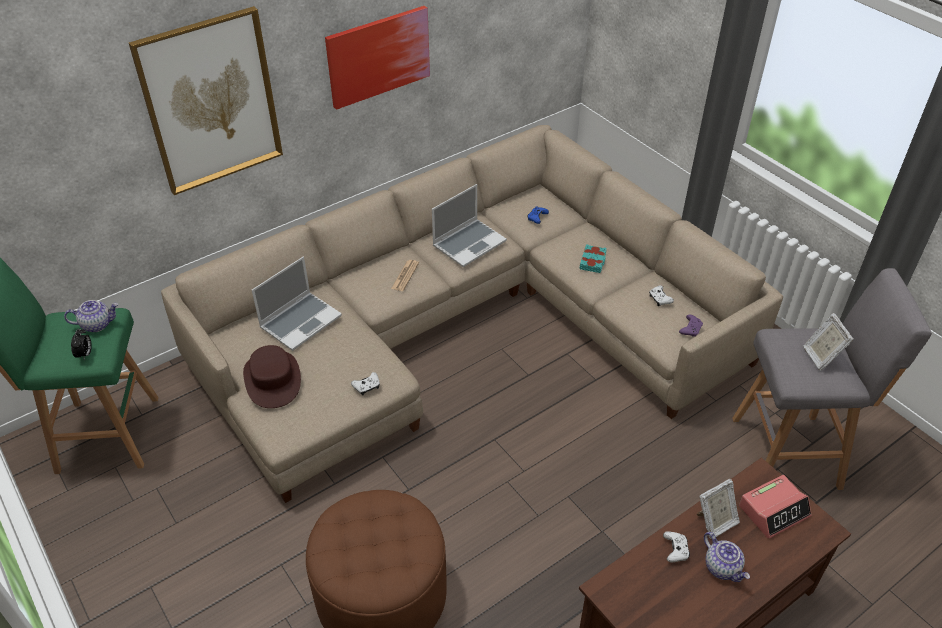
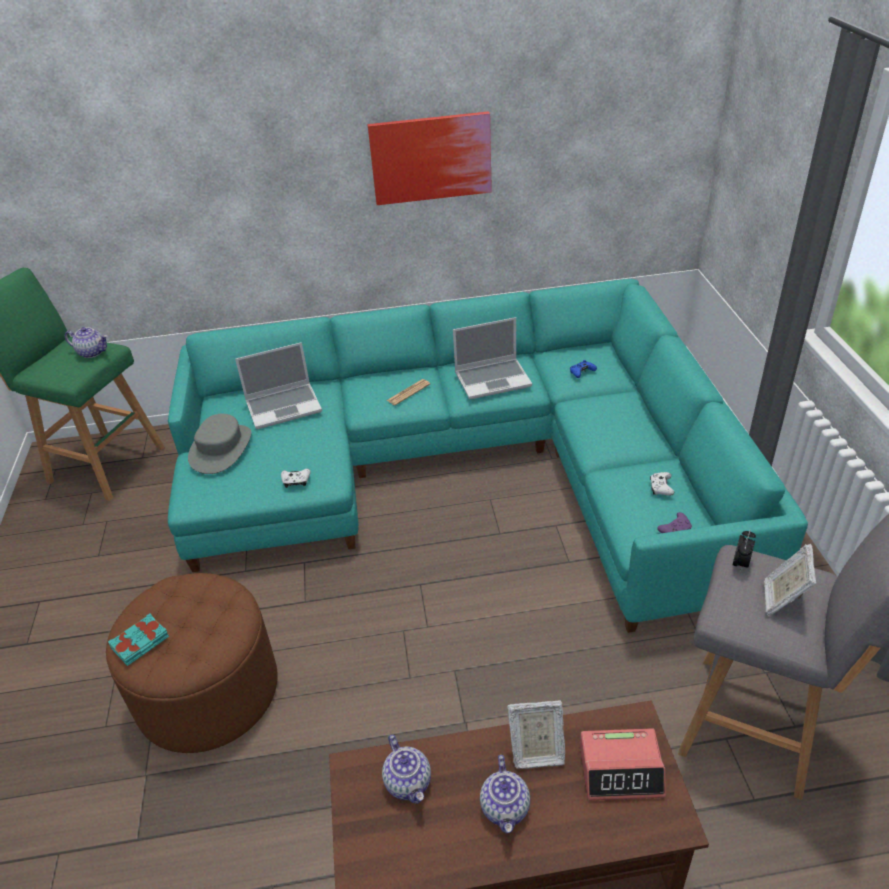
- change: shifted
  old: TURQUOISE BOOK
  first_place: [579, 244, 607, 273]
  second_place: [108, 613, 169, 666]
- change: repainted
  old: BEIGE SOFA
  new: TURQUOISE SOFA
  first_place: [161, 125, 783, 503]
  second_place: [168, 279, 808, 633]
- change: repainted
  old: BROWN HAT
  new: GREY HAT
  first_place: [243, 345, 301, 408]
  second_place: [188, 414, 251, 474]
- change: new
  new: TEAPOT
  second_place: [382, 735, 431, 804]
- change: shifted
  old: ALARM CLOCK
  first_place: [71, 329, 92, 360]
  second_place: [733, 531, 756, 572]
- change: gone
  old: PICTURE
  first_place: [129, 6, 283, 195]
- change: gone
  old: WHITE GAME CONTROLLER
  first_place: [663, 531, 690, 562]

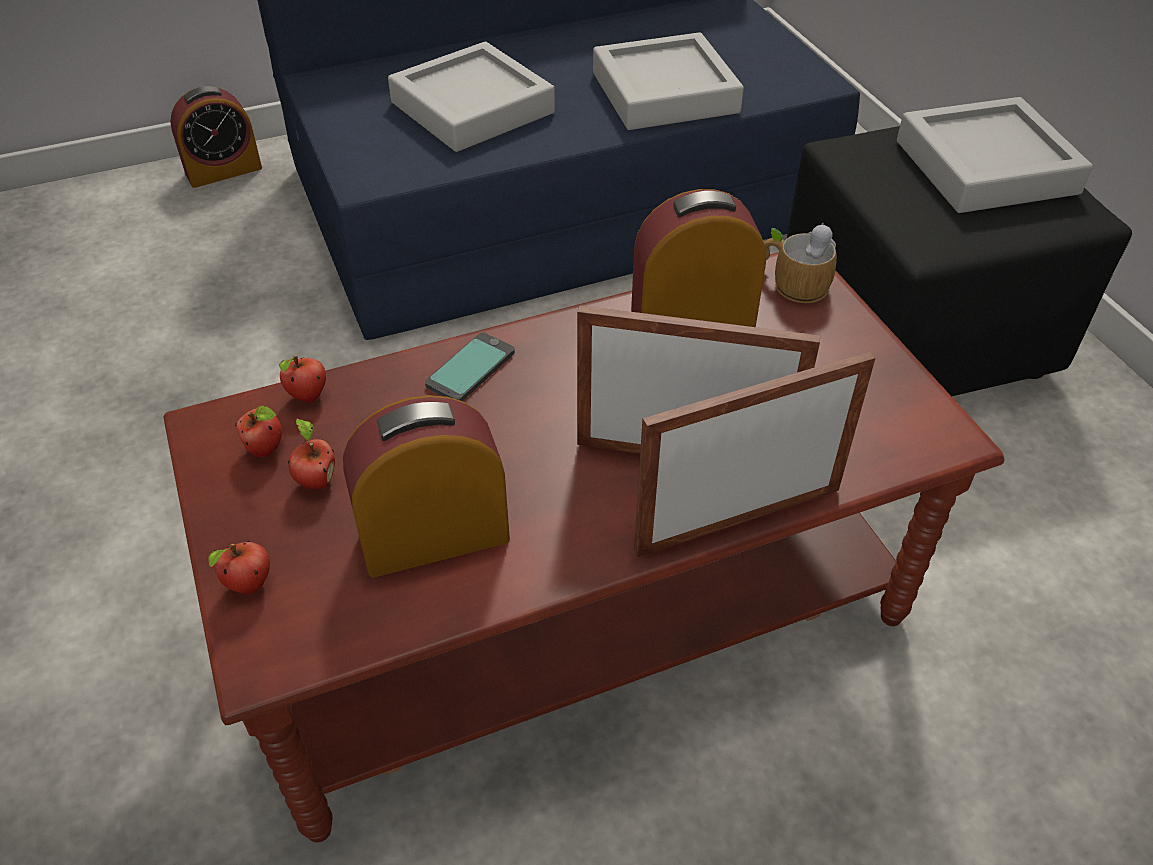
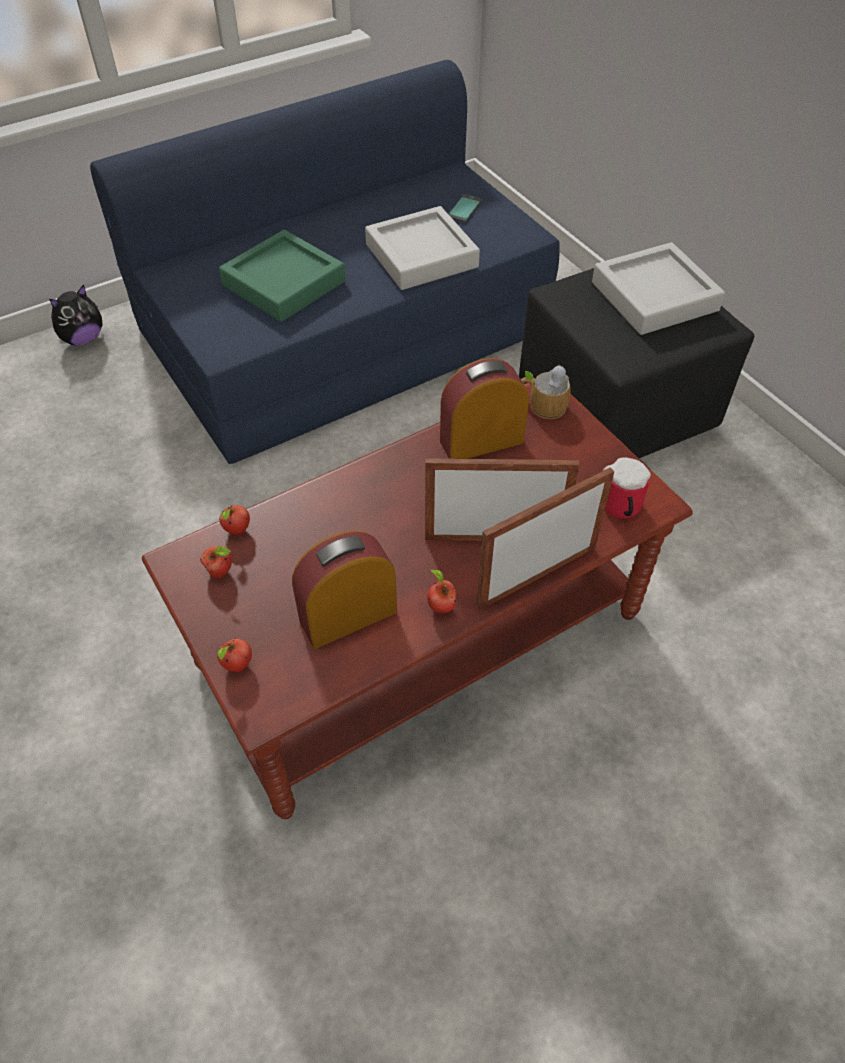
- change: swapped
  old: ALARM CLOCK
  new: PLUSH TOY
  first_place: [170, 86, 262, 188]
  second_place: [49, 285, 103, 345]
- change: repainted
  old: GREY TRAY
  new: GREEN TRAY
  first_place: [388, 42, 555, 152]
  second_place: [219, 230, 345, 322]
- change: shifted
  old: APPLE
  first_place: [288, 418, 335, 489]
  second_place: [427, 569, 456, 613]
- change: shifted
  old: PHONE
  first_place: [425, 332, 515, 401]
  second_place: [449, 194, 482, 223]
- change: new
  new: MUG
  second_place: [603, 457, 651, 519]

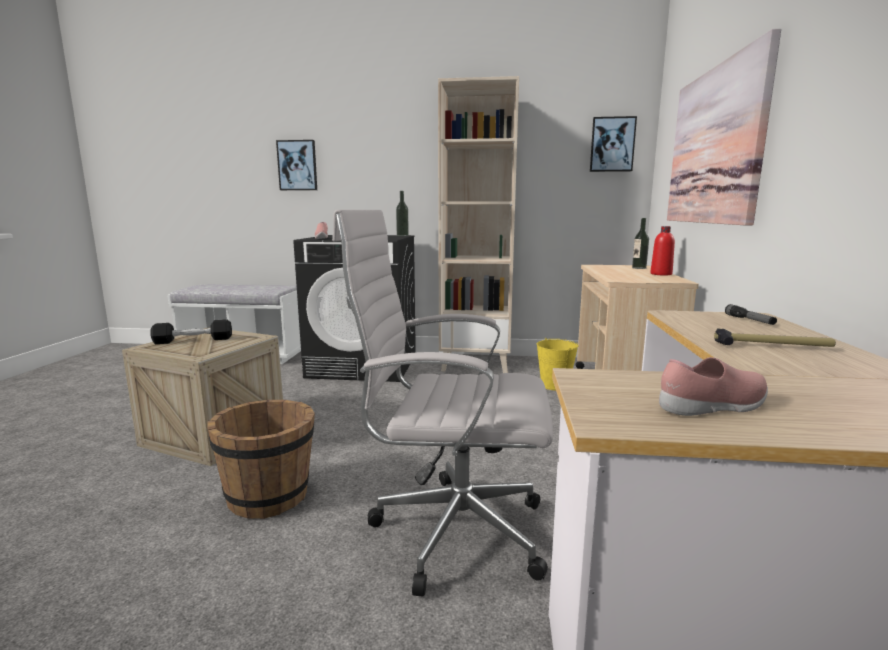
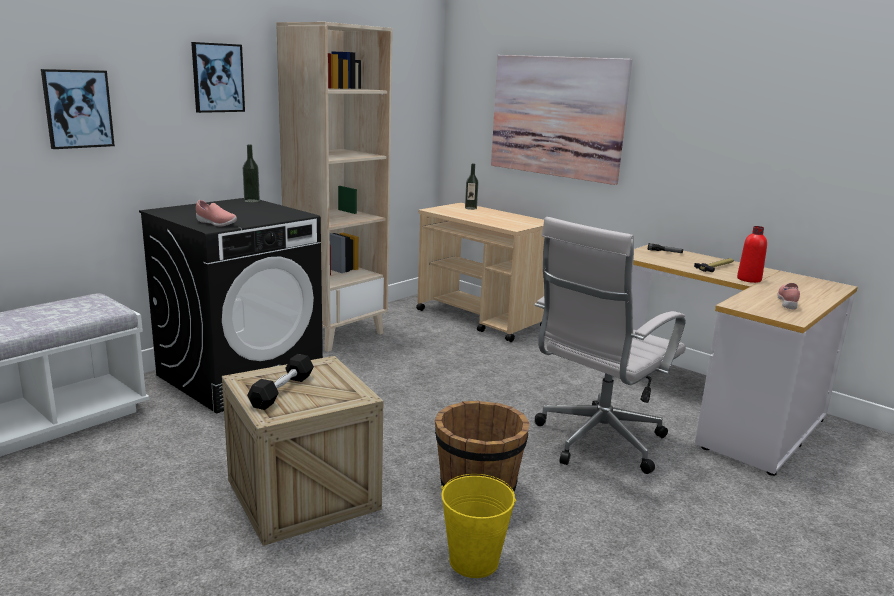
- change: shifted
  old: PICTURE
  first_place: [590, 116, 637, 172]
  second_place: [191, 42, 245, 113]
- change: shifted
  old: YELLOW BUCKET
  first_place: [537, 338, 579, 391]
  second_place: [441, 474, 516, 578]
- change: shifted
  old: RED BOTTLE
  first_place: [650, 226, 675, 275]
  second_place: [737, 226, 767, 283]

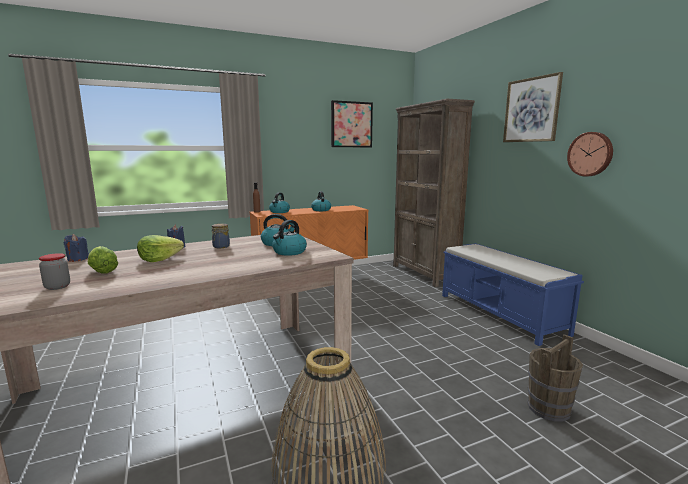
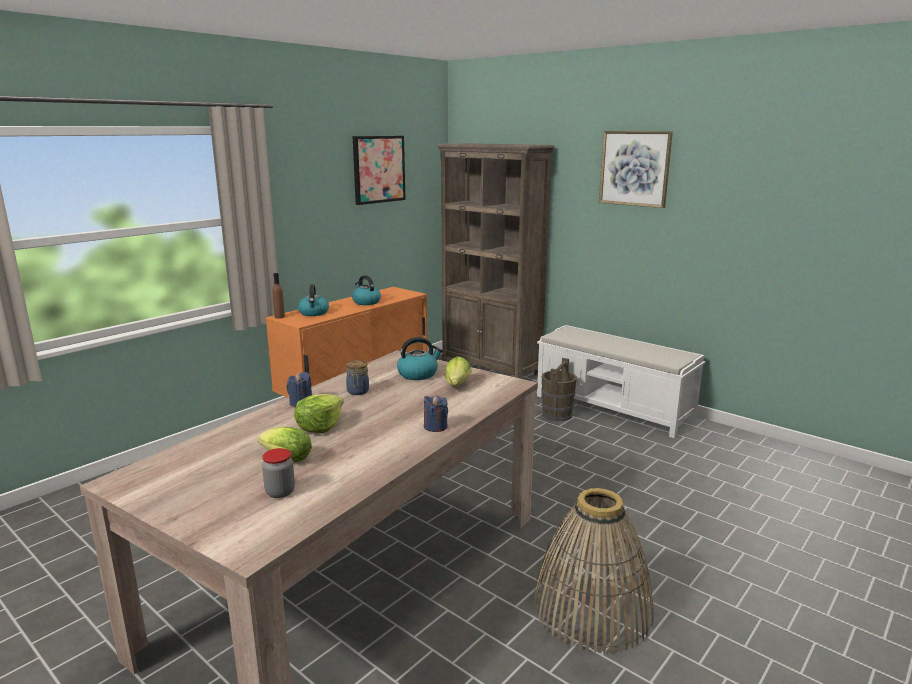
- change: shifted
  old: BLUE CANDLE
  first_place: [63, 234, 89, 262]
  second_place: [424, 395, 448, 432]
- change: swapped
  old: KETTLE
  new: LETTUCE
  first_place: [272, 220, 307, 256]
  second_place: [445, 356, 472, 387]
- change: repainted
  old: BLUE BENCH
  new: WHITE BENCH
  first_place: [442, 243, 584, 346]
  second_place: [537, 325, 705, 438]
- change: shifted
  old: BROWN BUCKET
  first_place: [527, 334, 583, 421]
  second_place: [542, 358, 577, 421]
- change: gone
  old: WALL CLOCK
  first_place: [567, 132, 613, 176]

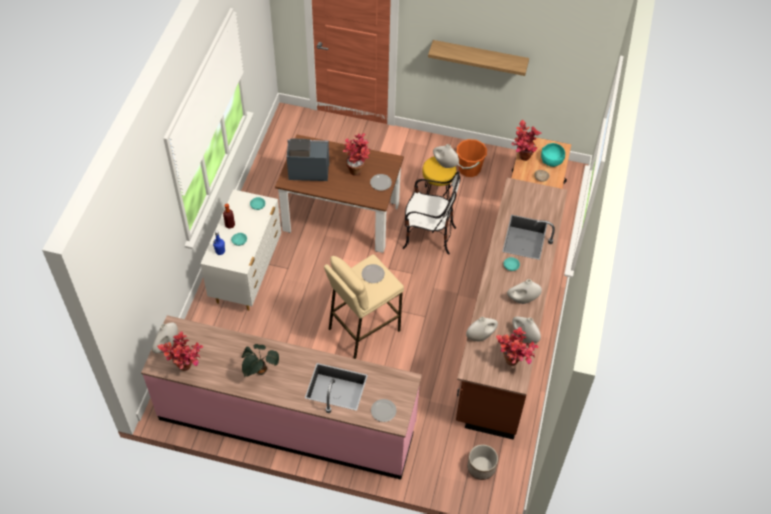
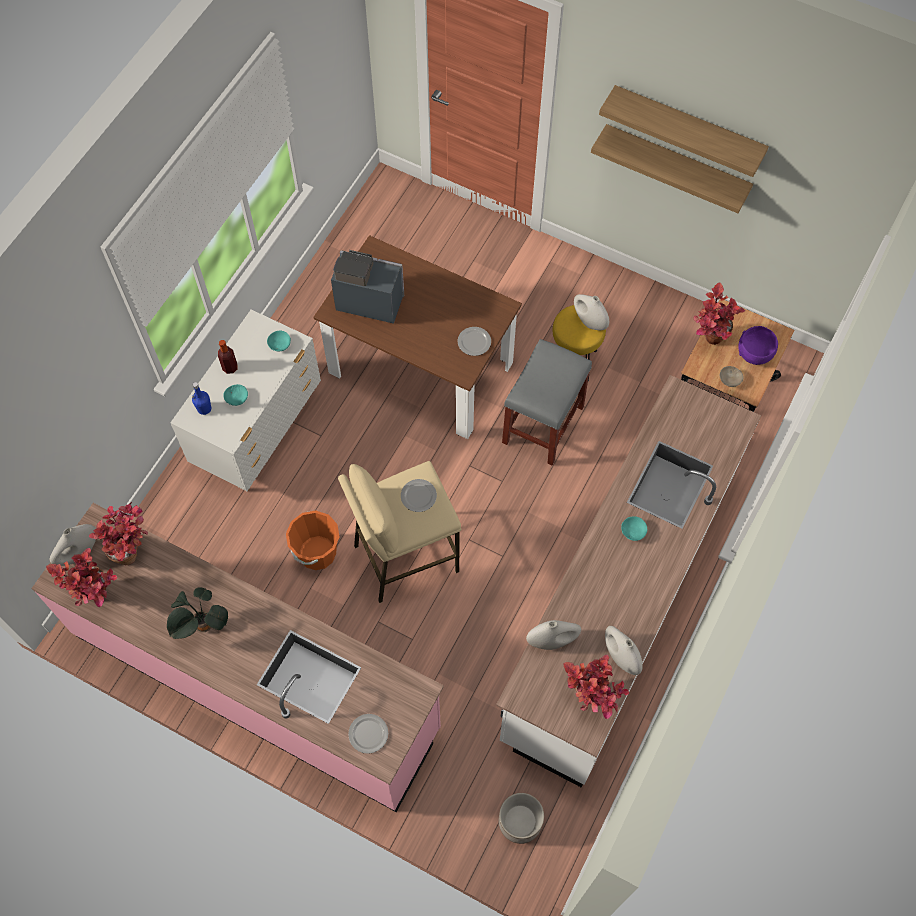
- change: shifted
  old: POTTED PLANT
  first_place: [343, 133, 371, 176]
  second_place: [88, 502, 148, 565]
- change: shifted
  old: ORANGE BUCKET
  first_place: [457, 139, 487, 177]
  second_place: [286, 511, 340, 570]
- change: repainted
  old: BROWN COUNTER
  new: WHITE COUNTER
  first_place: [456, 178, 568, 440]
  second_place: [496, 375, 761, 787]
- change: swapped
  old: CHAIR
  new: GREY STOOL
  first_place: [402, 171, 461, 254]
  second_place: [502, 339, 592, 466]
- change: new
  new: SHELF
  second_place: [599, 85, 769, 177]
- change: repainted
  old: TURQUOISE BOWL
  new: PURPLE BOWL
  first_place: [541, 143, 565, 167]
  second_place: [739, 326, 778, 365]
- change: gone
  old: WHITE VASE
  first_place: [507, 279, 542, 304]

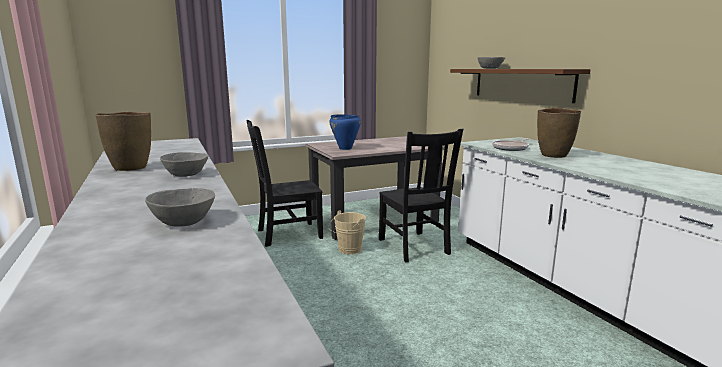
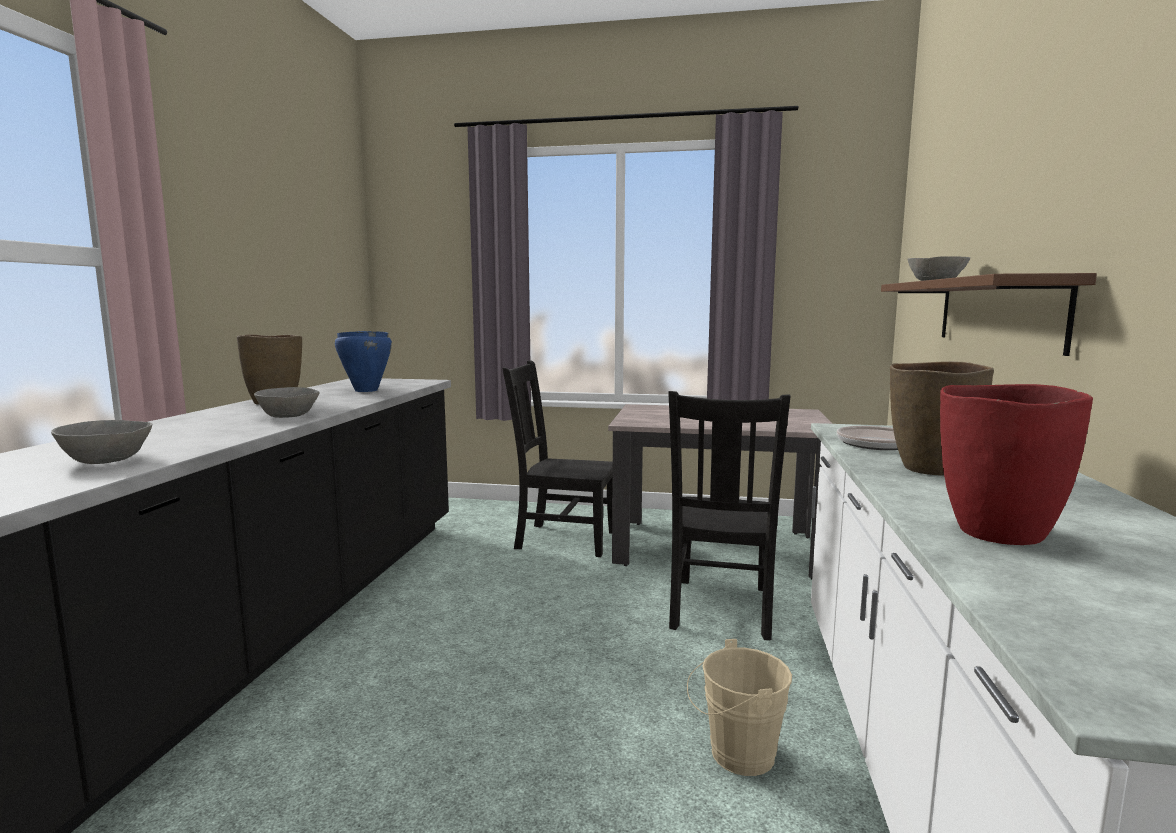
- change: shifted
  old: BLUE COOKING POT
  first_place: [329, 114, 361, 150]
  second_place: [335, 331, 392, 392]
- change: shifted
  old: BEIGE BUCKET
  first_place: [328, 210, 366, 254]
  second_place: [687, 639, 792, 776]
- change: new
  new: RED VASE
  second_place: [940, 384, 1093, 545]

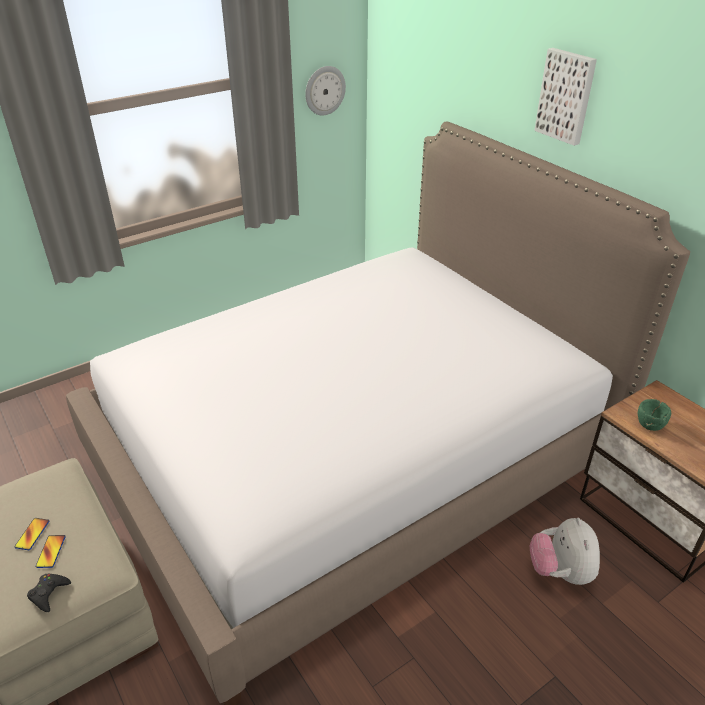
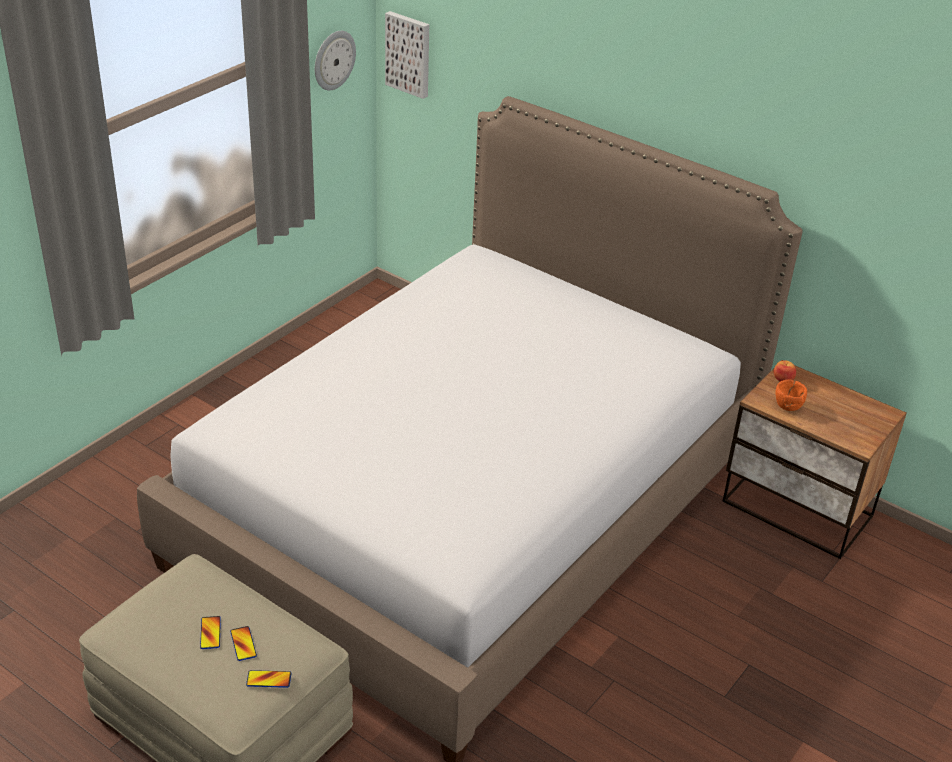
- change: swapped
  old: BLACK GAME CONTROLLER
  new: PHONE
  first_place: [27, 574, 71, 612]
  second_place: [246, 670, 291, 688]
- change: shifted
  old: PICTURE
  first_place: [534, 48, 597, 146]
  second_place: [385, 11, 429, 99]
- change: new
  new: APPLE
  second_place: [774, 360, 796, 381]
- change: repainted
  old: GREEN BOWL
  new: ORANGE BOWL
  first_place: [638, 399, 671, 431]
  second_place: [775, 379, 807, 411]
- change: gone
  old: PLUSH TOY
  first_place: [530, 518, 600, 585]

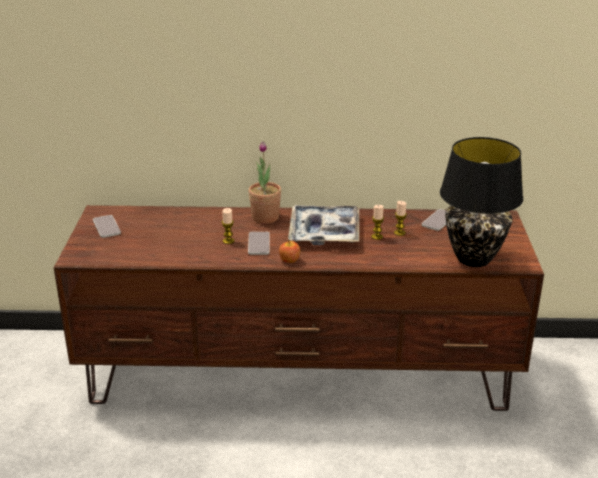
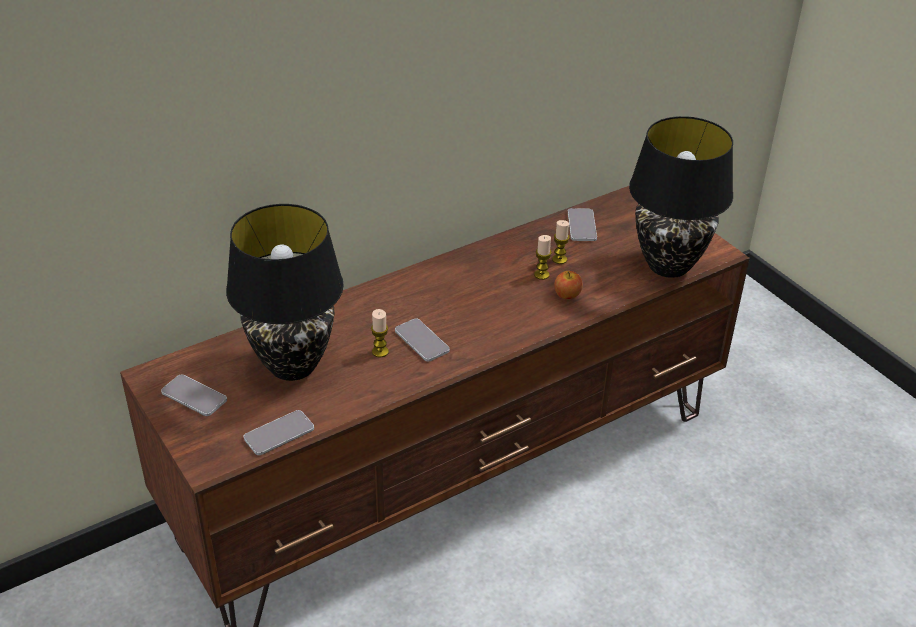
- change: new
  new: BLACK TABLE LAMP
  second_place: [226, 204, 344, 381]
- change: new
  new: PHONE
  second_place: [244, 410, 314, 455]
- change: shifted
  old: APPLE
  first_place: [279, 240, 300, 263]
  second_place: [554, 271, 583, 299]
- change: gone
  old: POTTED PLANT
  first_place: [248, 141, 281, 224]
- change: gone
  old: TRAY
  first_place: [288, 205, 359, 245]

